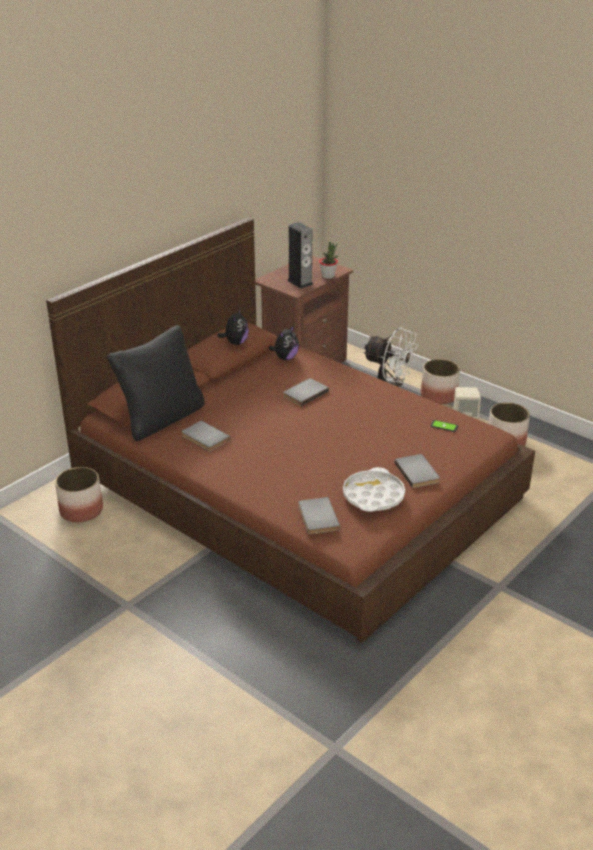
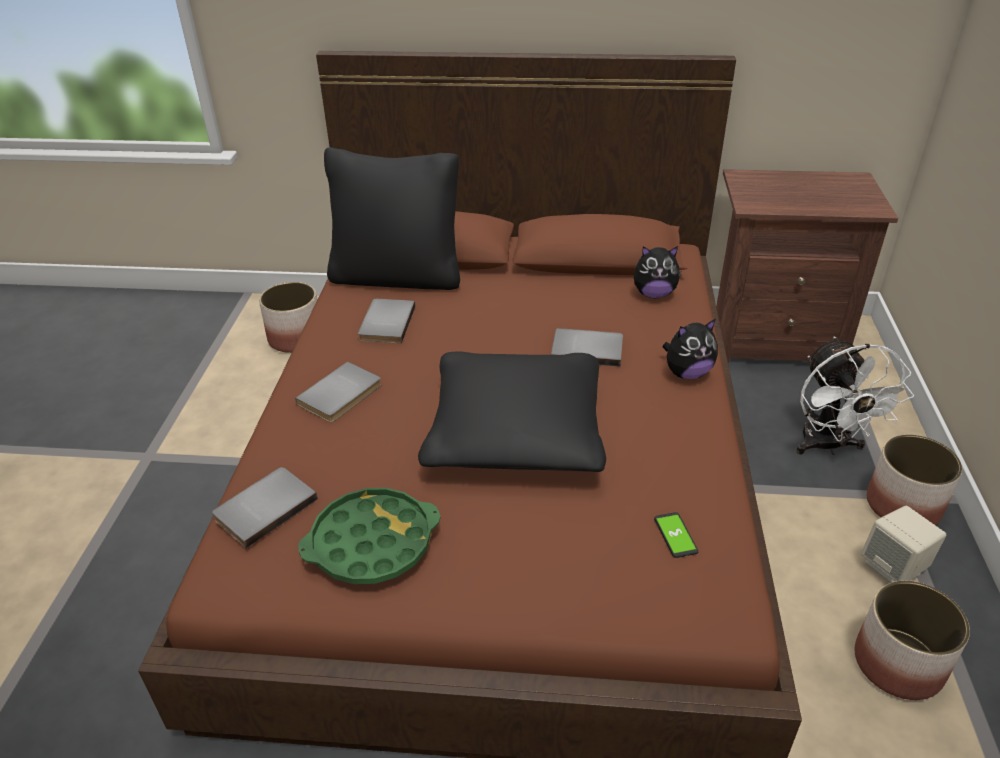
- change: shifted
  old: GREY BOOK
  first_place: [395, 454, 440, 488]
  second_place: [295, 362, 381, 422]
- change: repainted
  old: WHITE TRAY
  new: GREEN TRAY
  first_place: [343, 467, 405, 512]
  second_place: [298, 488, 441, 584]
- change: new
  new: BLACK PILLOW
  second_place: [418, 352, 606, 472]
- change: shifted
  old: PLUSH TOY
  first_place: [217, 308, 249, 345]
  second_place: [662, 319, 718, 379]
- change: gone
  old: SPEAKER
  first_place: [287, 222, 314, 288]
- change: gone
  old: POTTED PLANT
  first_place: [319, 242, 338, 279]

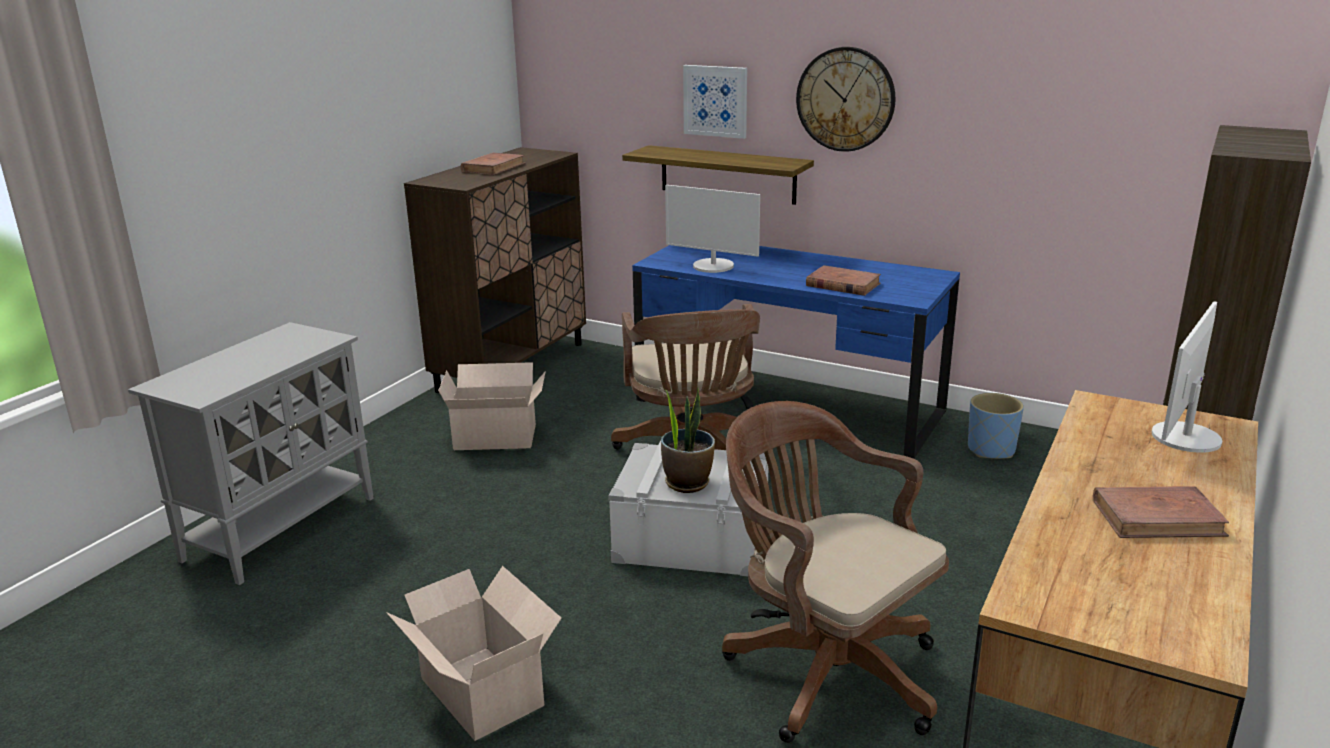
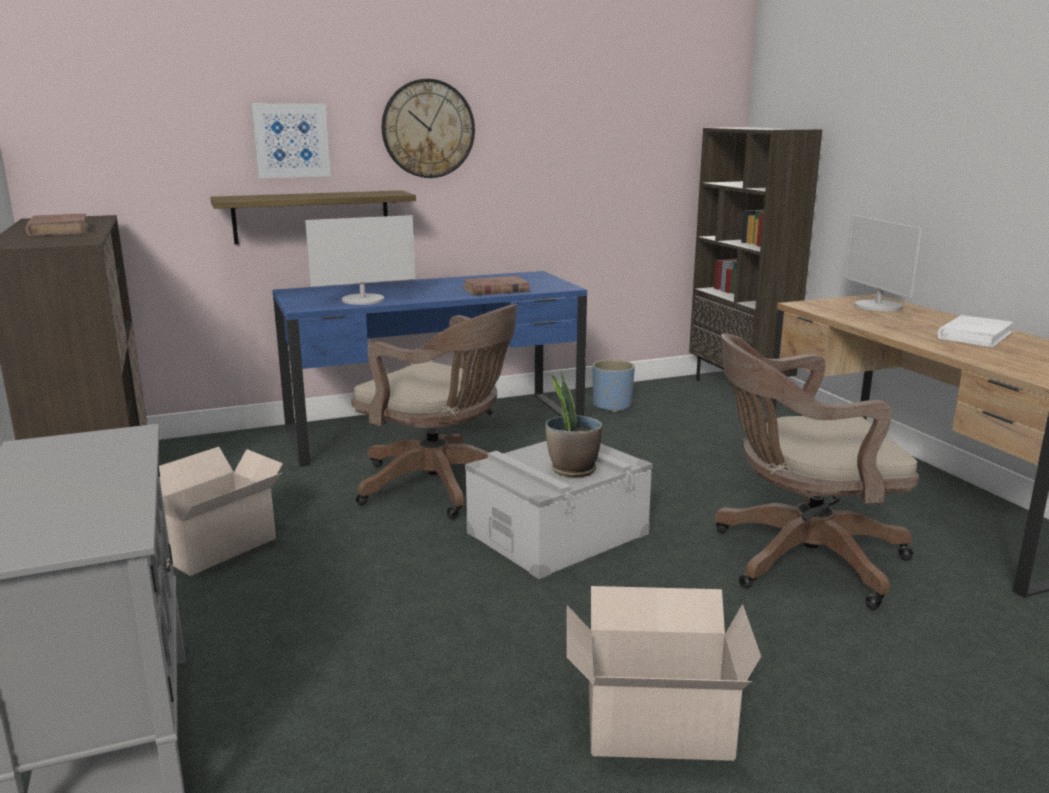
- change: repainted
  old: BROWN BOOK
  new: WHITE BOOK
  first_place: [1093, 486, 1229, 538]
  second_place: [937, 315, 1014, 347]

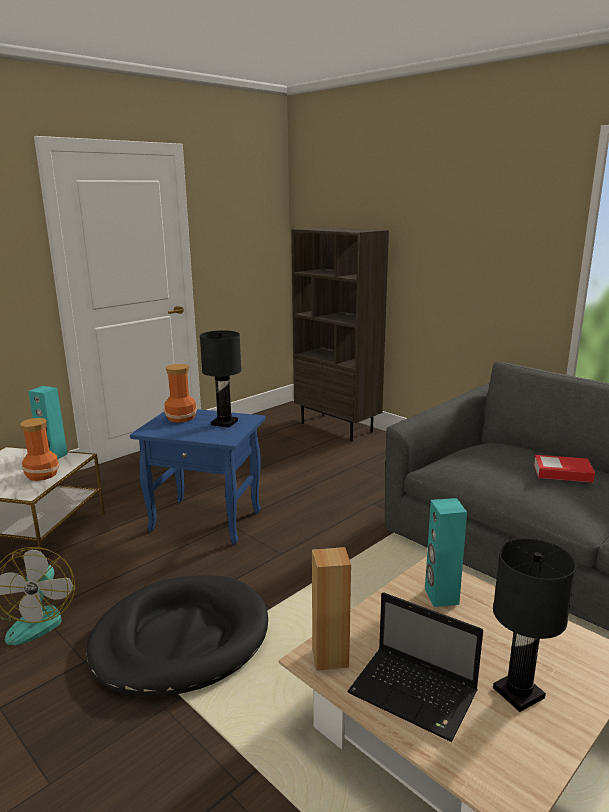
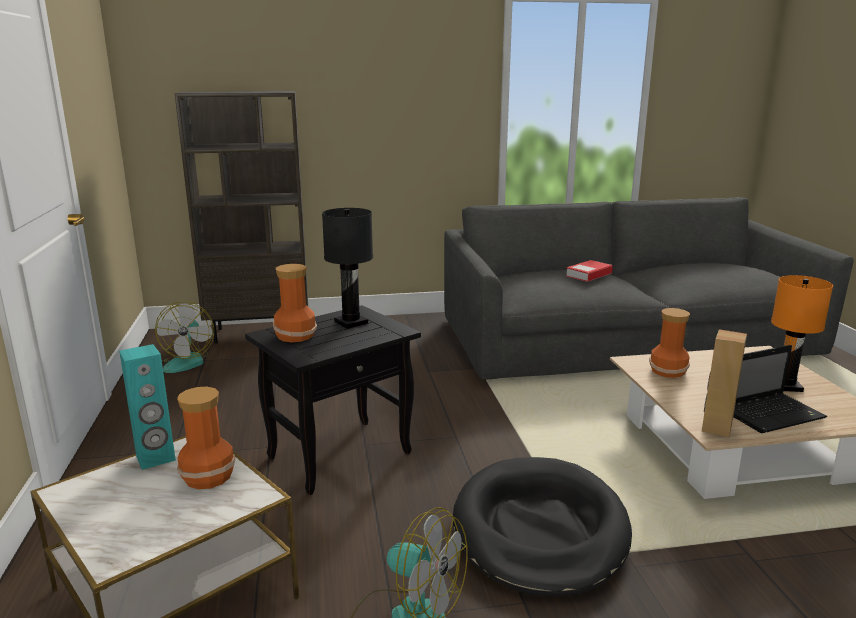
- change: new
  new: FAN
  second_place: [155, 301, 214, 373]
- change: repainted
  old: BLUE SIDE TABLE
  new: BLACK SIDE TABLE
  first_place: [130, 409, 266, 545]
  second_place: [245, 305, 421, 495]
- change: swapped
  old: TURQUOISE SPEAKER
  new: VASE
  first_place: [425, 498, 467, 607]
  second_place: [649, 308, 690, 378]
- change: repainted
  old: BLACK TABLE LAMP
  new: ORANGE TABLE LAMP
  first_place: [493, 538, 576, 712]
  second_place: [771, 275, 833, 392]

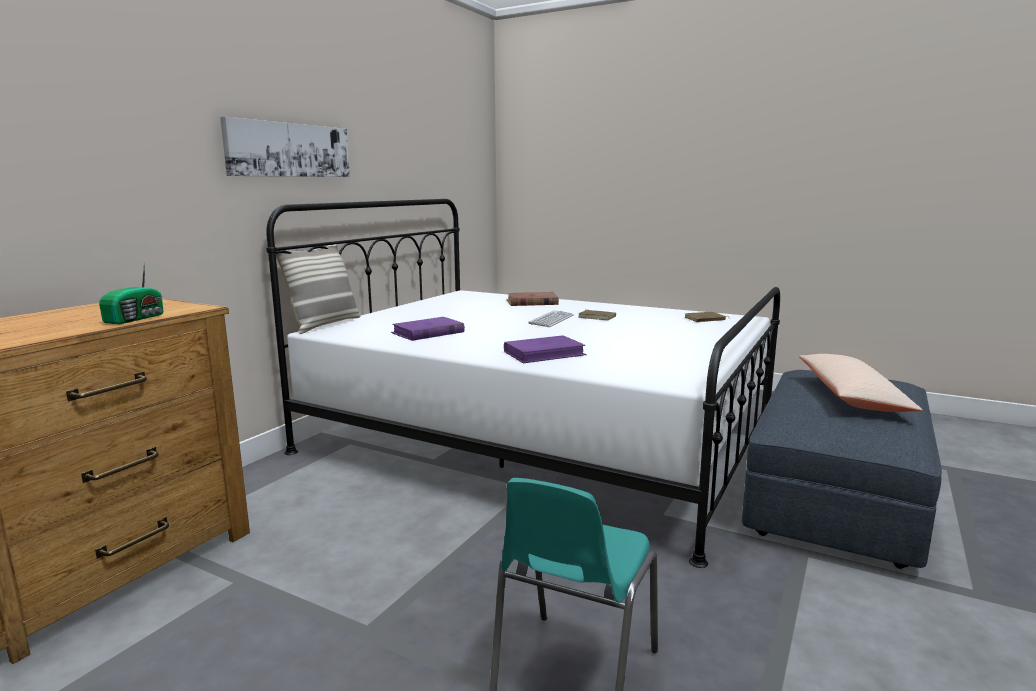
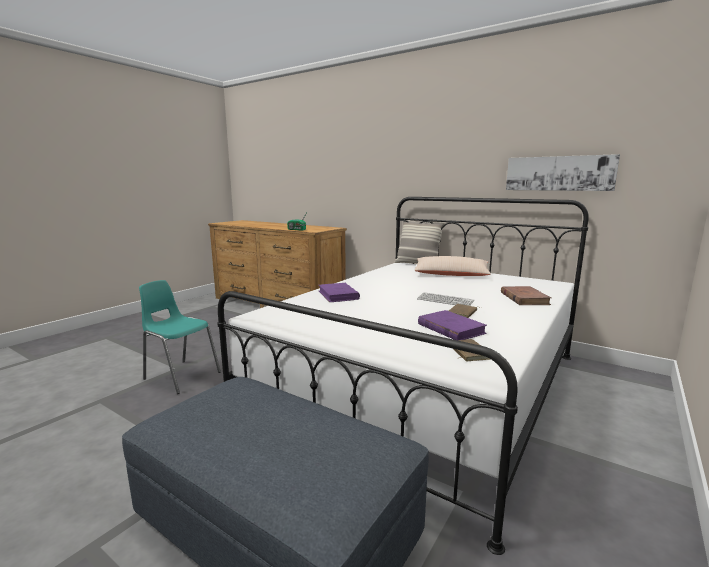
- change: shifted
  old: BEIGE PILLOW
  first_place: [799, 354, 922, 412]
  second_place: [414, 256, 491, 276]
- change: shifted
  old: PURPLE BOOK
  first_place: [391, 317, 465, 341]
  second_place: [418, 310, 487, 340]
- change: shifted
  old: PICTURE
  first_place: [220, 117, 350, 177]
  second_place: [506, 154, 620, 191]

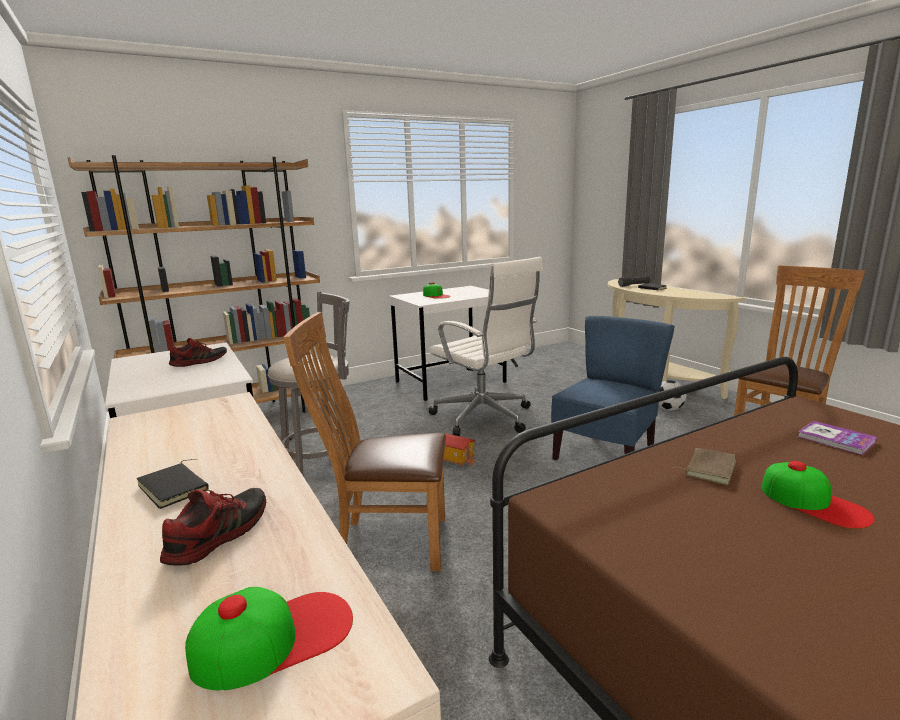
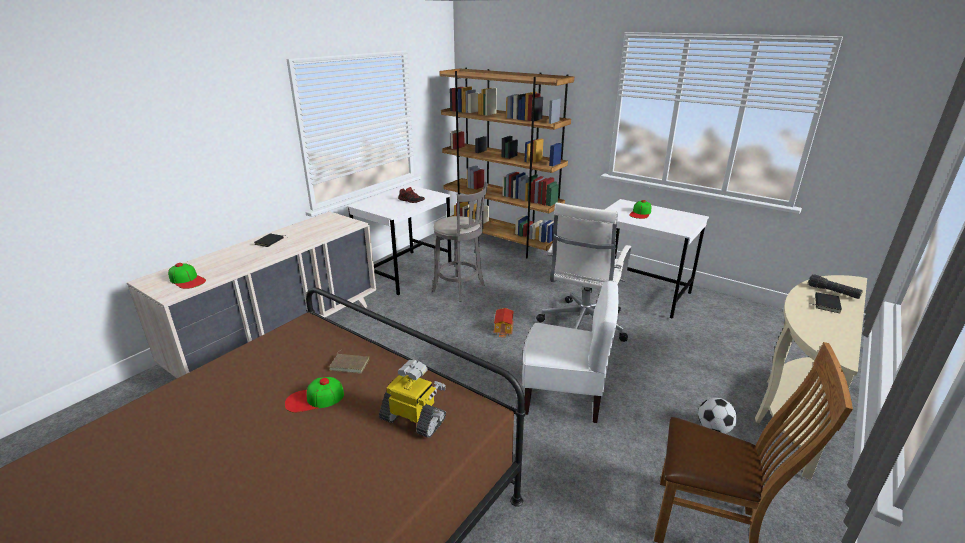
- change: rotated
  old: CAP
  first_place: [761, 461, 875, 529]
  second_place: [285, 377, 344, 413]
  degrees: 45
- change: swapped
  old: BOOK
  new: TOY ROBOT
  first_place: [797, 421, 877, 455]
  second_place: [379, 360, 446, 438]
- change: repainted
  old: BLUE CHAIR
  new: WHITE CHAIR
  first_place: [551, 316, 674, 460]
  second_place: [523, 280, 618, 423]
- change: gone
  old: SHOE
  first_place: [160, 488, 266, 565]
- change: gone
  old: BROWN CHAIR
  first_place: [283, 312, 446, 571]

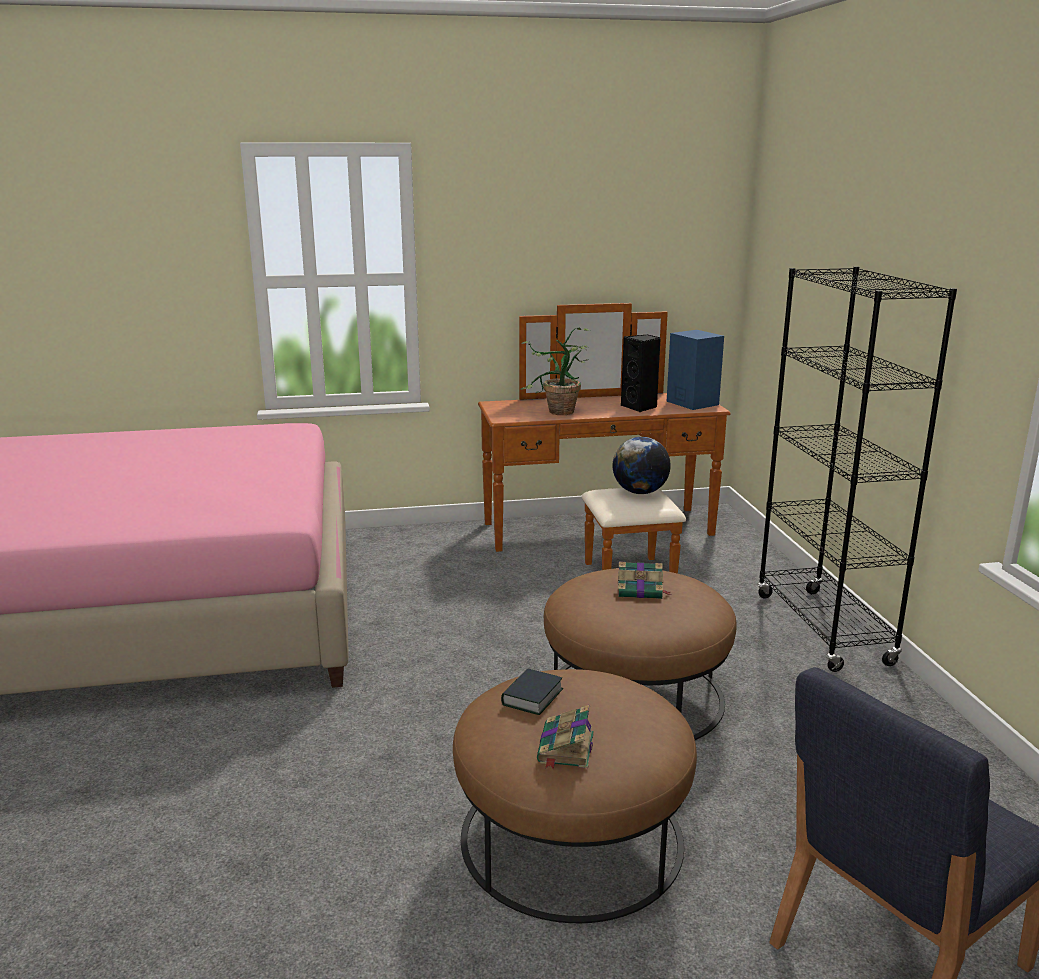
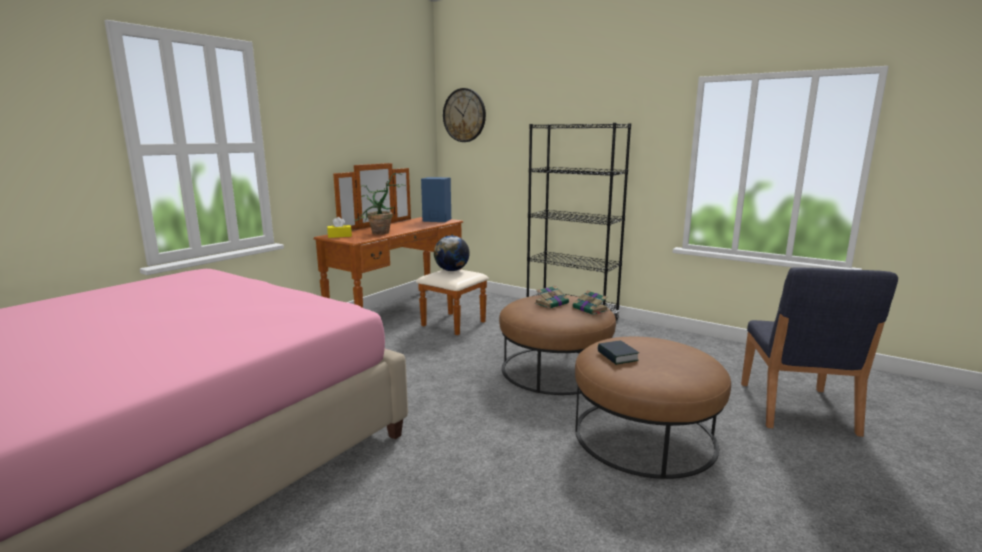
- change: new
  new: YELLOW TISSUE BOX
  second_place: [327, 217, 352, 238]
- change: new
  new: WALL CLOCK
  second_place: [443, 88, 486, 142]
- change: shifted
  old: BOOK
  first_place: [537, 705, 594, 769]
  second_place: [573, 290, 608, 315]
- change: gone
  old: BLACK SPEAKER
  first_place: [621, 335, 661, 412]

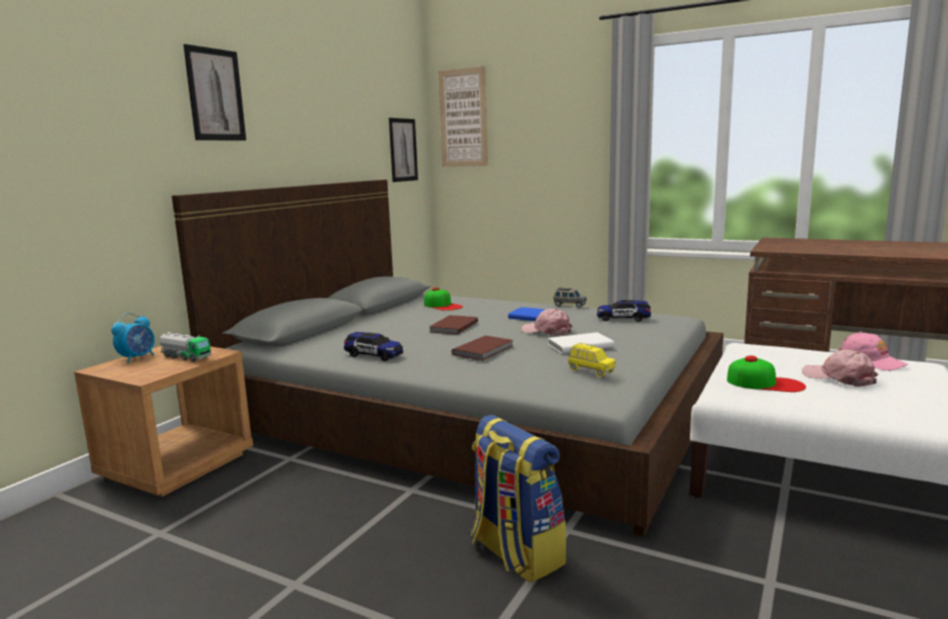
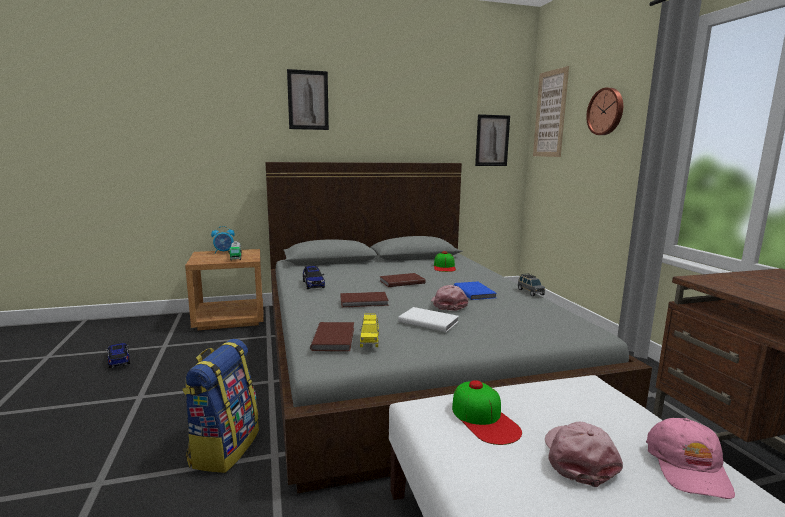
- change: shifted
  old: TOY CAR
  first_place: [597, 300, 651, 322]
  second_place: [106, 343, 130, 368]
- change: new
  new: BROWN BOOK
  second_place: [310, 322, 354, 351]
- change: new
  new: WALL CLOCK
  second_place: [586, 88, 623, 135]

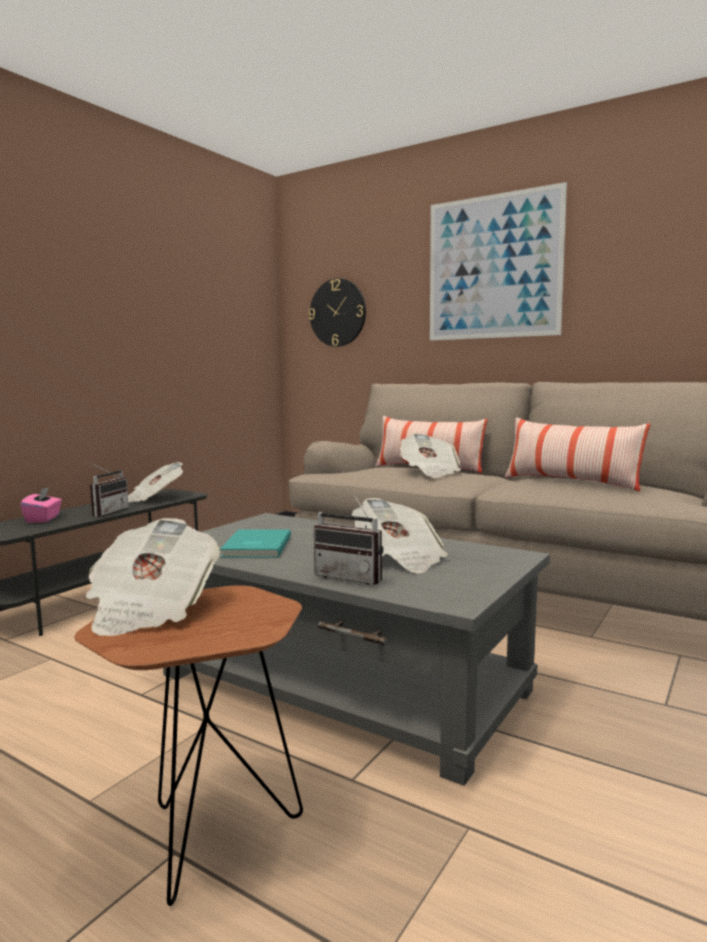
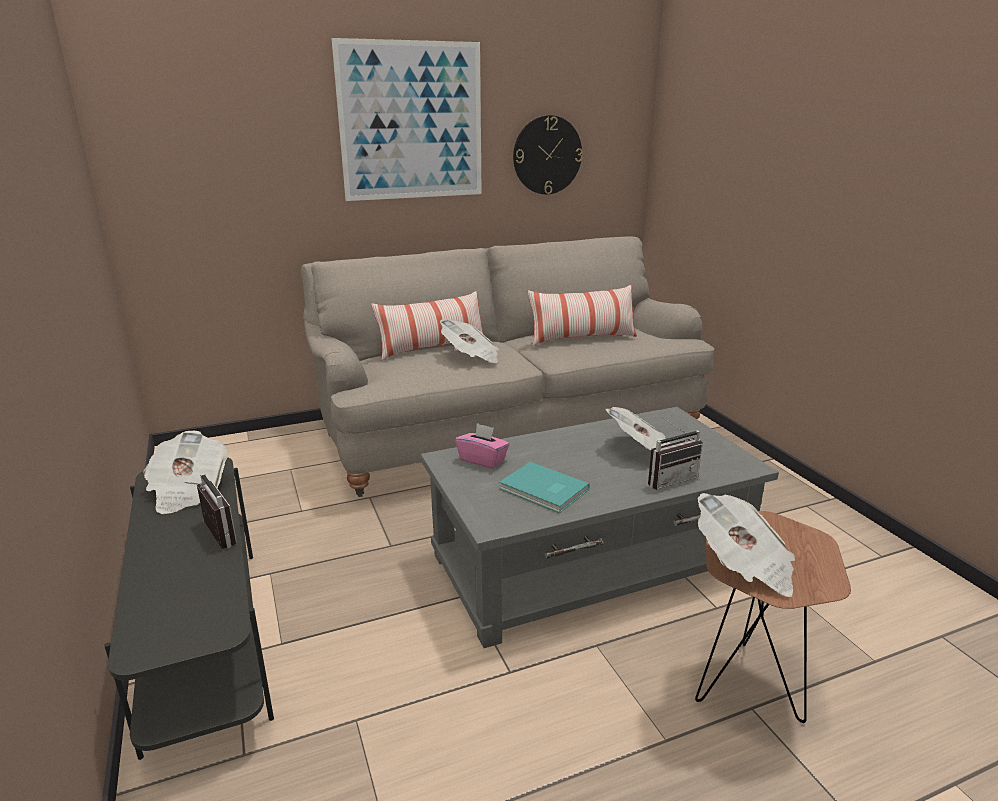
- change: shifted
  old: PINK TISSUE BOX
  first_place: [20, 487, 62, 523]
  second_place: [455, 423, 510, 469]
- change: shifted
  old: WALL CLOCK
  first_place: [309, 278, 366, 347]
  second_place: [513, 115, 583, 194]

